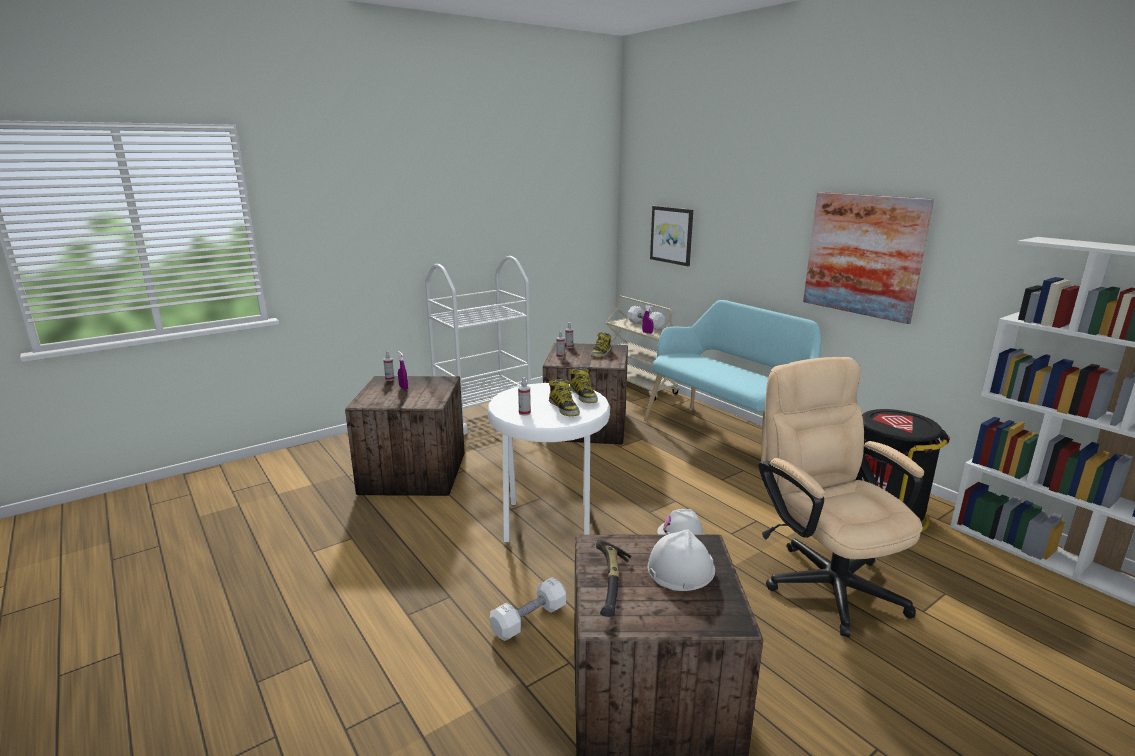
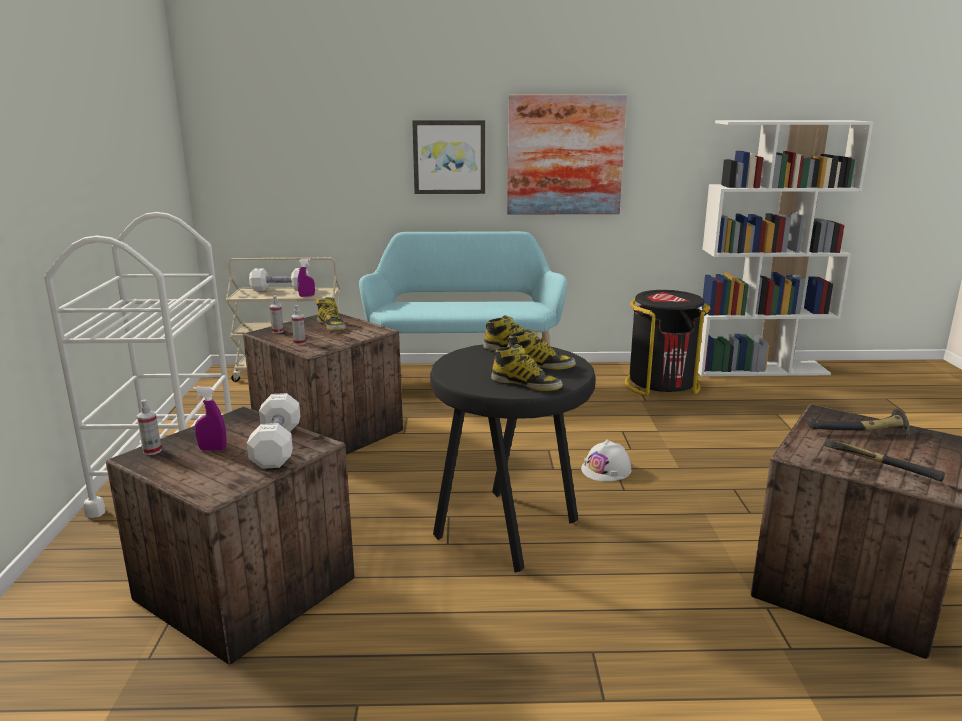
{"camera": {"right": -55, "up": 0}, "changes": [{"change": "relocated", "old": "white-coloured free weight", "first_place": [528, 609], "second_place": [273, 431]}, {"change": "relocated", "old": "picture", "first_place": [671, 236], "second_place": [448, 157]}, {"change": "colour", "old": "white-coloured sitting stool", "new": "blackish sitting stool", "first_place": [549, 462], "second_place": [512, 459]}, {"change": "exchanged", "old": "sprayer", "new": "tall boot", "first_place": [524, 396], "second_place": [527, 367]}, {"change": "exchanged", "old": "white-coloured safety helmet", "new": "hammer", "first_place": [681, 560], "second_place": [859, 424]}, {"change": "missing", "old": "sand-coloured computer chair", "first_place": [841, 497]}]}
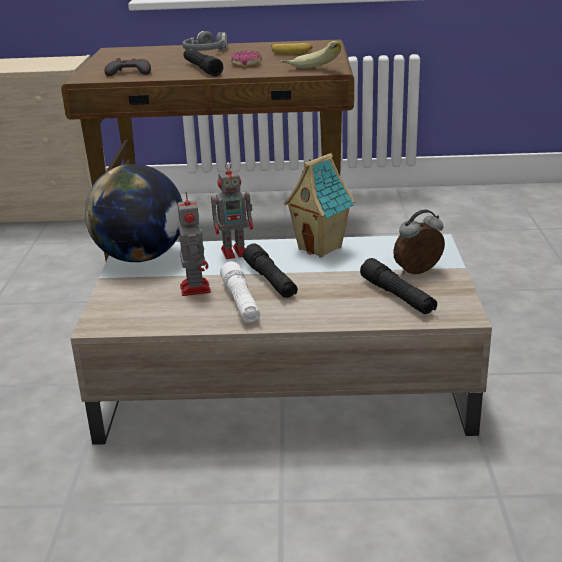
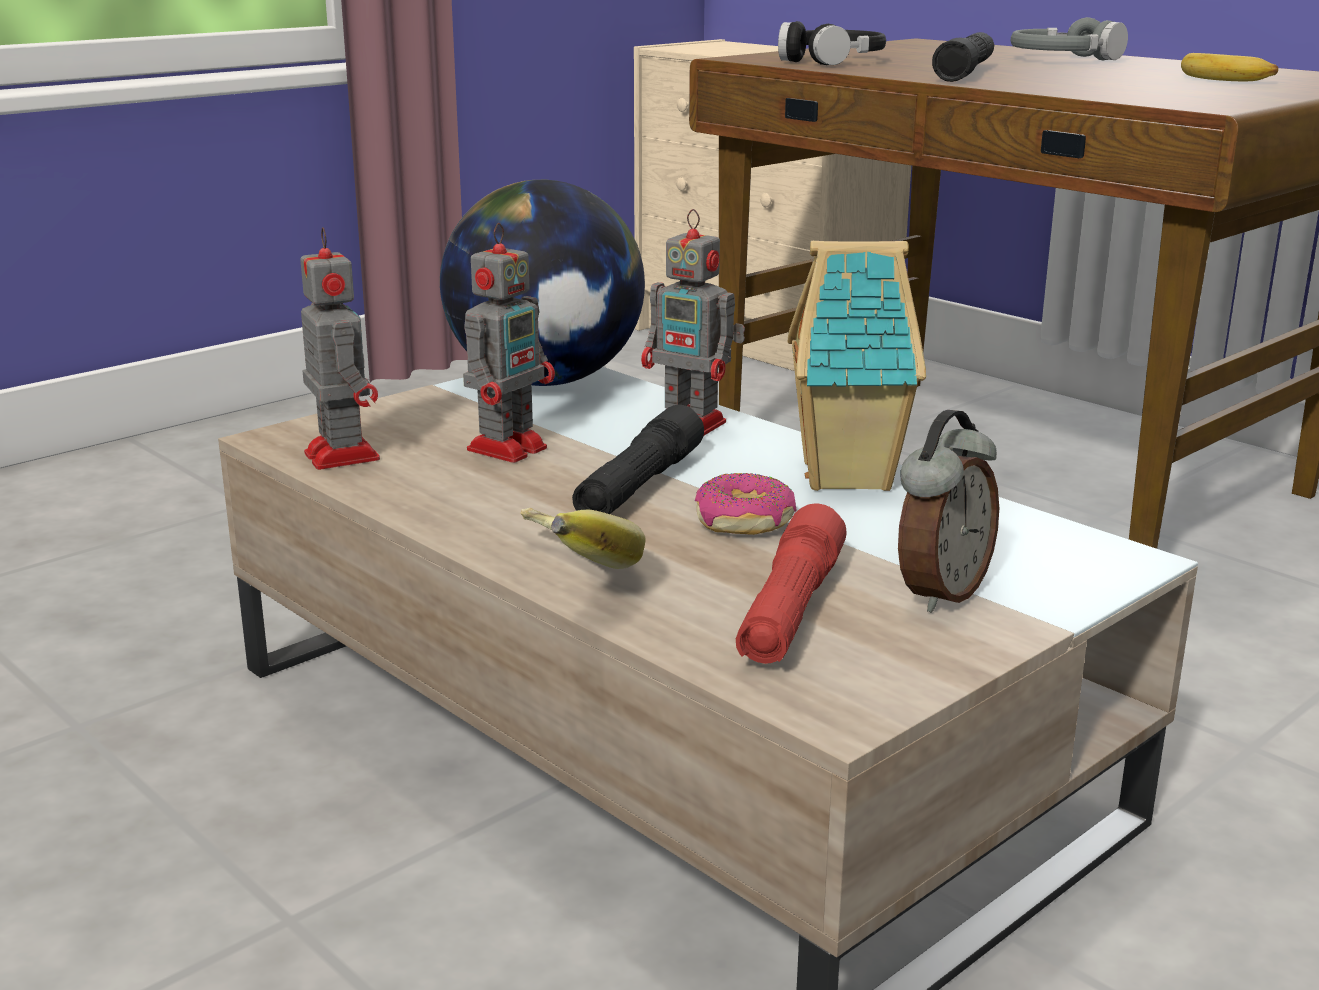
{"camera": {"right": 45, "up": -5}, "changes": [{"change": "appeared", "new": "robot figure", "second_place": [340, 348]}, {"change": "relocated", "old": "banana", "first_place": [311, 54], "second_place": [582, 538]}, {"change": "relocated", "old": "ring doughnut", "first_place": [246, 59], "second_place": [745, 504]}, {"change": "colour", "old": "blackish hand torch", "new": "reddish hand torch", "first_place": [398, 286], "second_place": [791, 584]}, {"change": "exchanged", "old": "greyish gamepad", "new": "blackish headphones", "first_place": [128, 67], "second_place": [832, 43]}, {"change": "spun", "old": "alarm clock", "first_place": [419, 242], "second_place": [948, 511], "degrees": 105}, {"change": "missing", "old": "white-coloured hand torch", "first_place": [240, 292]}]}
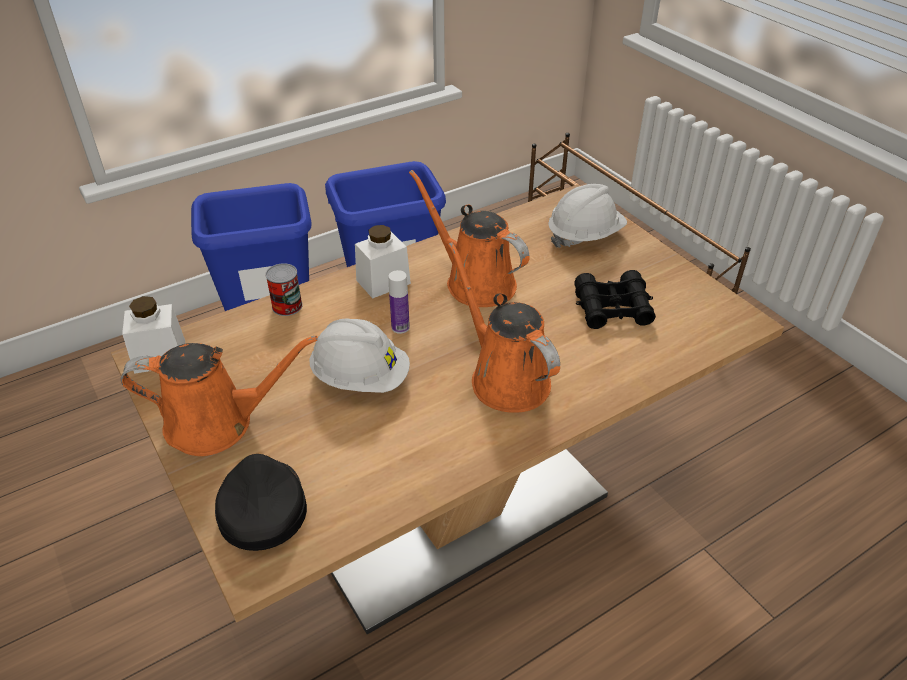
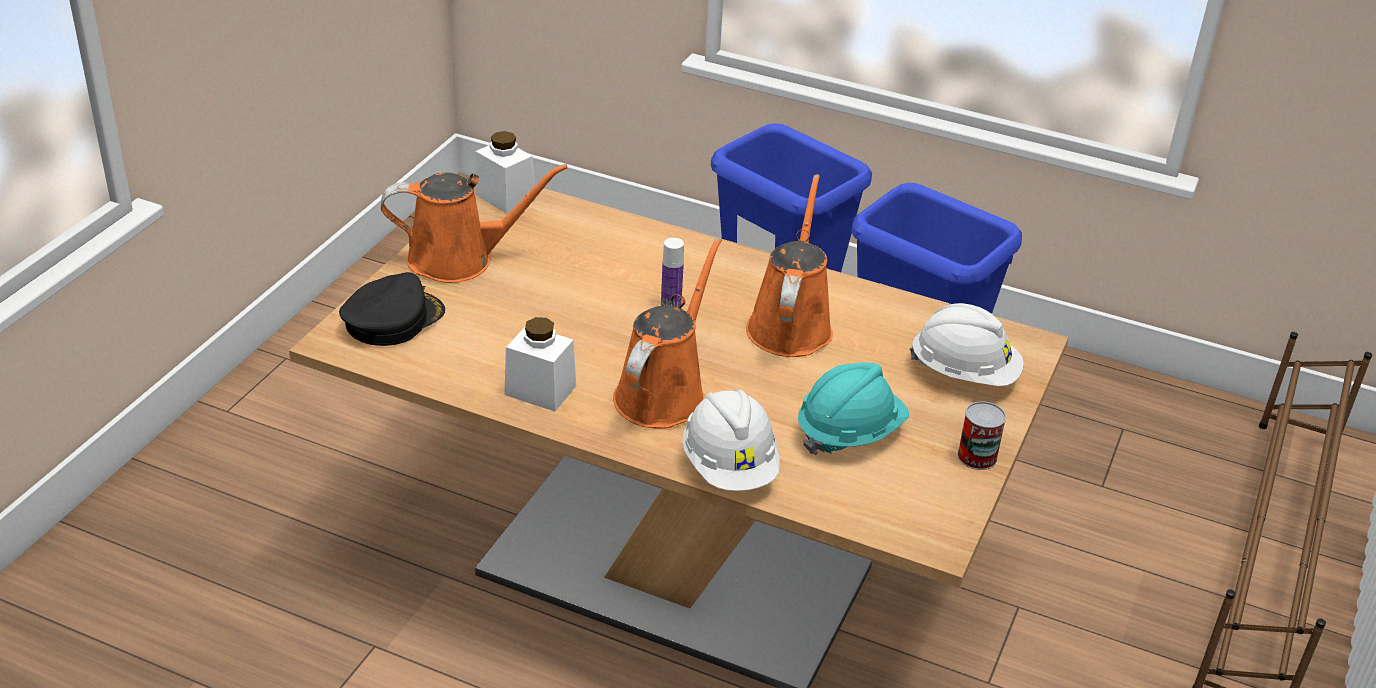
{"camera": {"right": 55, "up": -5}, "changes": [{"change": "spun", "old": "orange-coloured watering can", "first_place": [219, 396], "second_place": [474, 223], "degrees": -60}, {"change": "relocated", "old": "white-coloured jar", "first_place": [383, 262], "second_place": [540, 364]}, {"change": "relocated", "old": "white-coloured safety helmet", "first_place": [360, 356], "second_place": [731, 440]}, {"change": "exchanged", "old": "blackish binoculars", "new": "blue-green safety helmet", "first_place": [615, 299], "second_place": [853, 408]}, {"change": "relocated", "old": "metal can", "first_place": [284, 289], "second_place": [981, 435]}]}
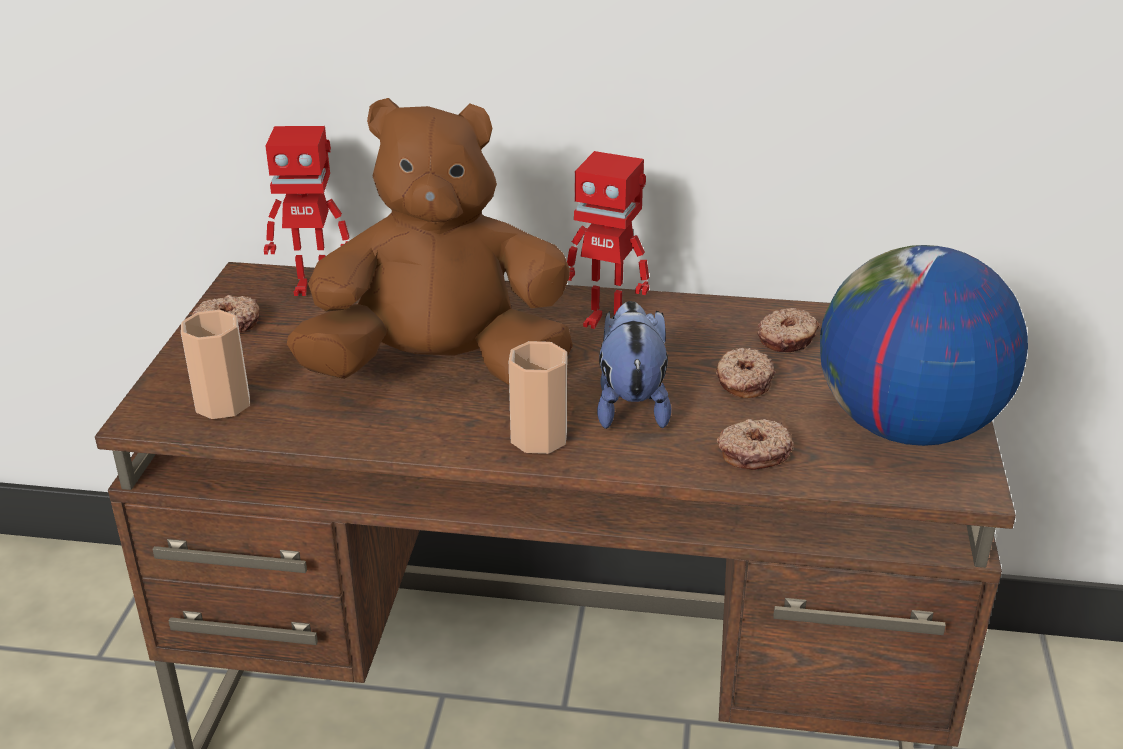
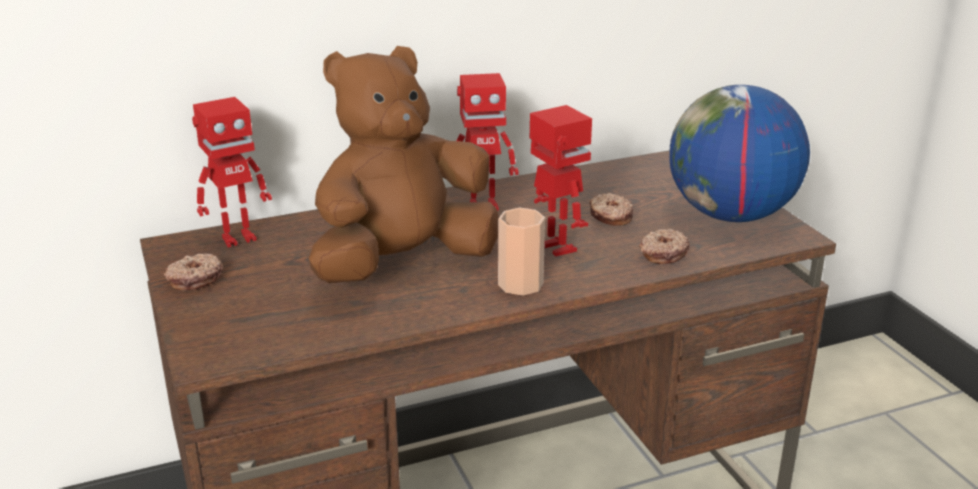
{"camera": {"right": -30, "up": -5}, "changes": [{"change": "exchanged", "old": "soft toy", "new": "robot figure", "first_place": [634, 365], "second_place": [561, 180]}, {"change": "missing", "old": "small cup", "first_place": [215, 364]}, {"change": "missing", "old": "ring doughnut", "first_place": [788, 330]}]}
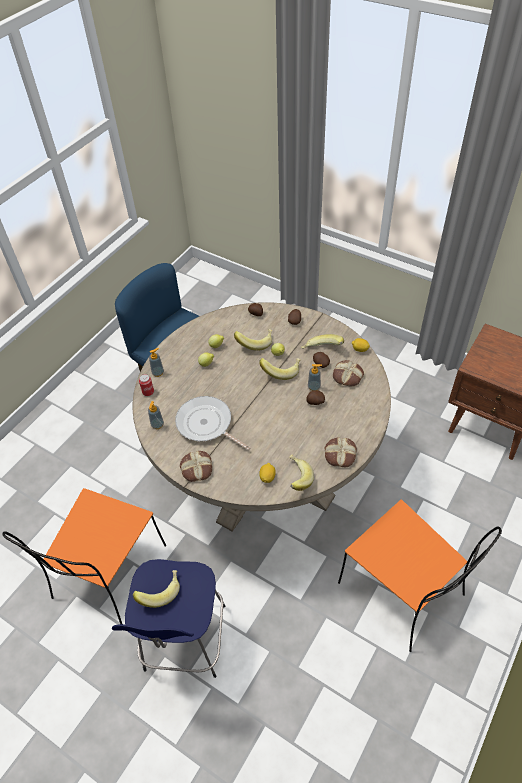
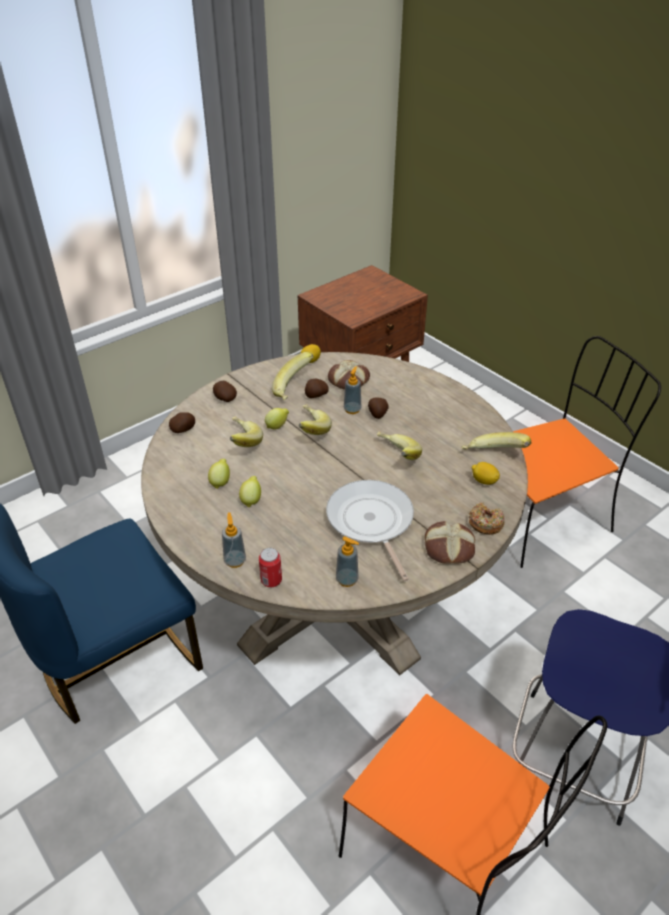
{"camera": {"right": -75, "up": -10}, "changes": [{"change": "spun", "old": "frying pan", "first_place": [212, 423], "second_place": [370, 530], "degrees": 105}, {"change": "relocated", "old": "banana", "first_place": [156, 589], "second_place": [399, 446]}, {"change": "appeared", "new": "ring doughnut", "second_place": [487, 518]}, {"change": "missing", "old": "bread", "first_place": [340, 452]}]}
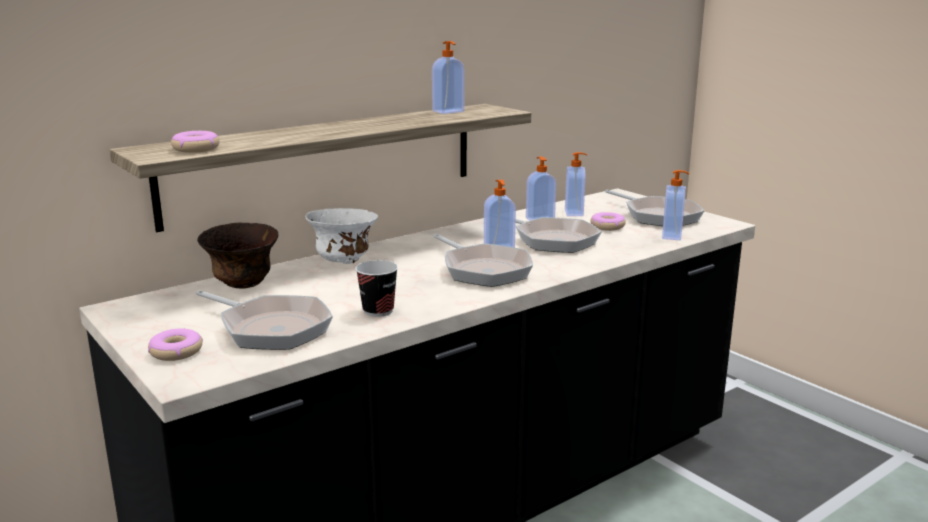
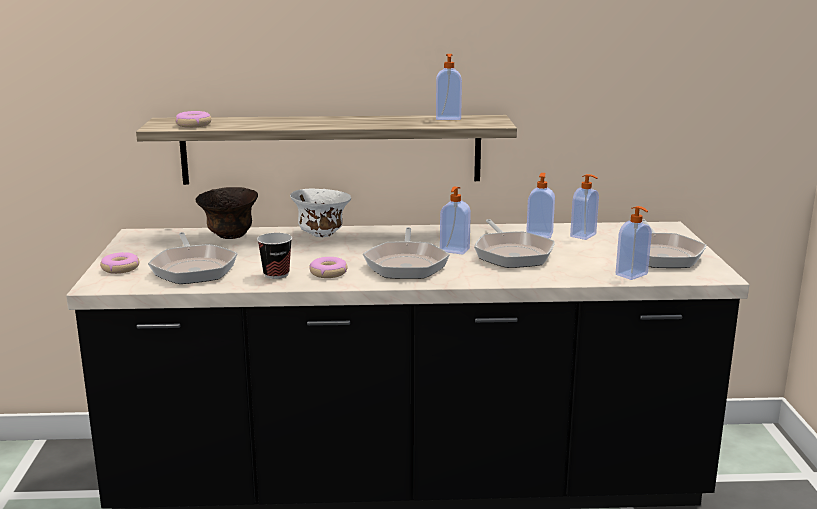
{"camera": {"right": 35, "up": 0}, "changes": [{"change": "relocated", "old": "ring doughnut", "first_place": [608, 221], "second_place": [328, 267]}]}
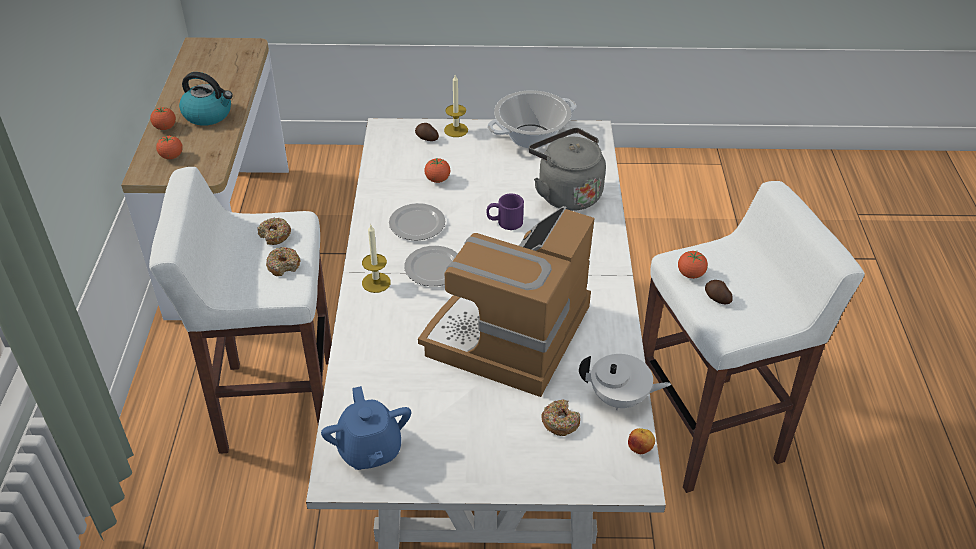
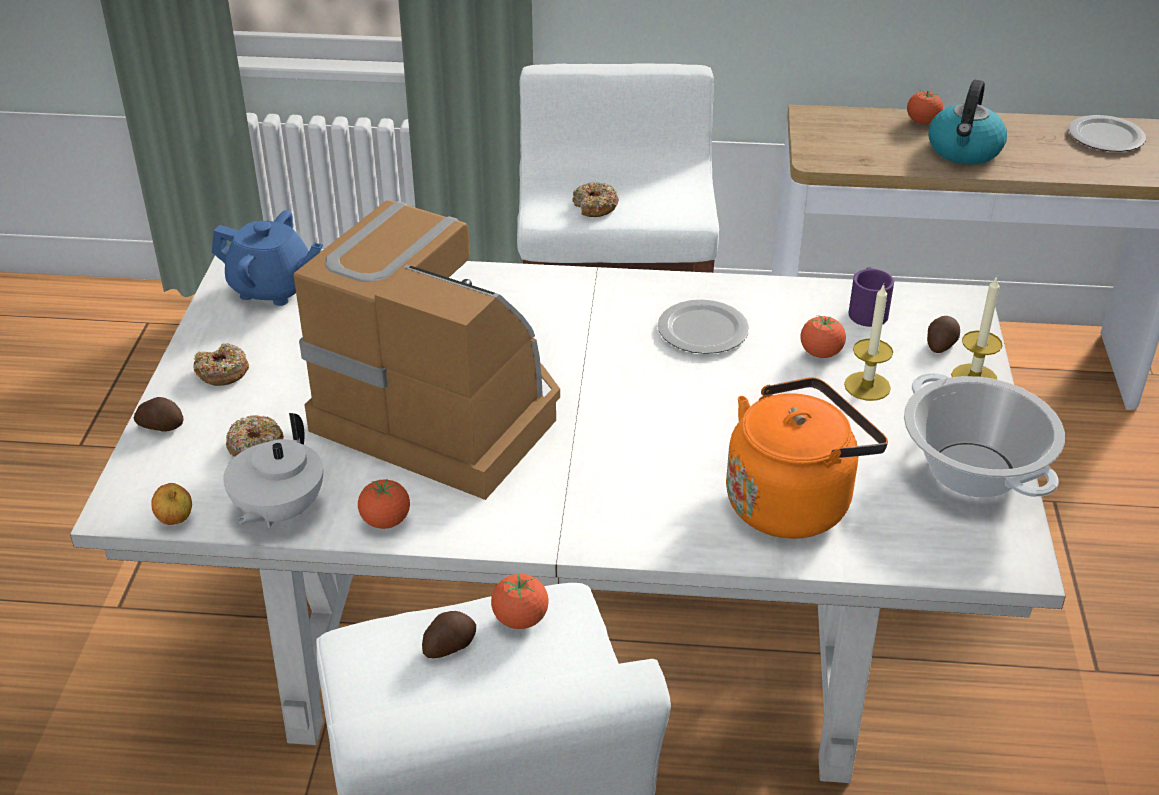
{"camera": {"right": 95, "up": -5}, "changes": [{"change": "appeared", "new": "spud", "second_place": [158, 414]}, {"change": "relocated", "old": "ring doughnut", "first_place": [274, 231], "second_place": [221, 364]}, {"change": "spun", "old": "blue tea pot", "first_place": [366, 428], "second_place": [267, 258], "degrees": -150}, {"change": "relocated", "old": "fresh tomato", "first_place": [169, 147], "second_place": [384, 504]}, {"change": "colour", "old": "greyish water kettle", "new": "orange-coloured water kettle", "first_place": [567, 169], "second_place": [807, 458]}, {"change": "relocated", "old": "wax candle", "first_place": [376, 259], "second_place": [868, 342]}, {"change": "relocated", "old": "purple-coloured coffee mug", "first_place": [505, 212], "second_place": [871, 297]}, {"change": "relocated", "old": "flat dish", "first_place": [431, 266], "second_place": [1107, 133]}]}
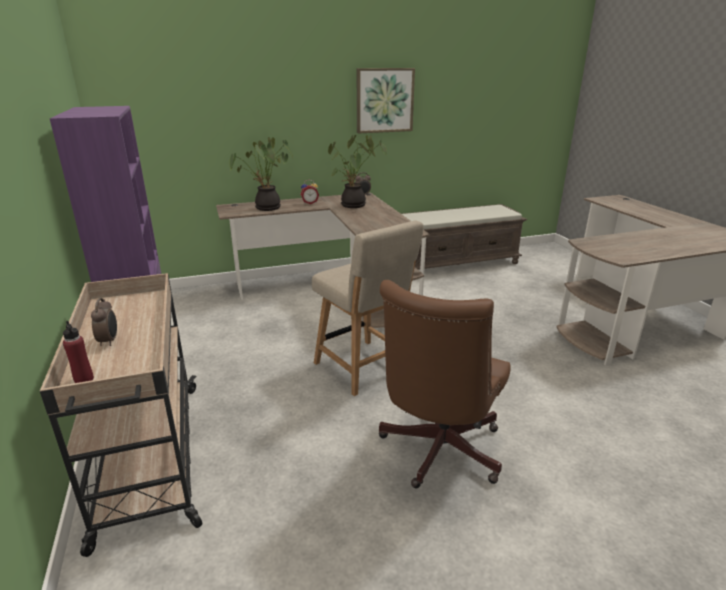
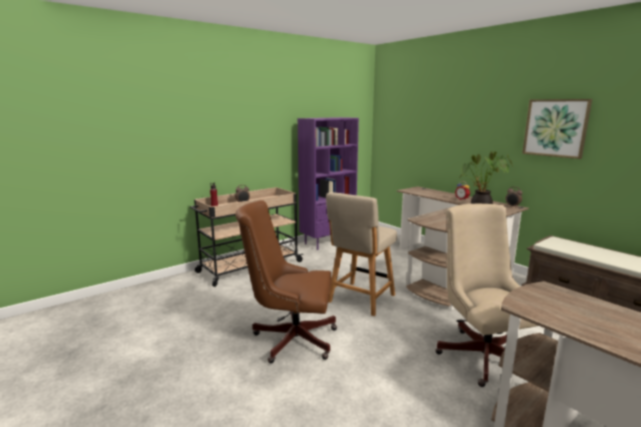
{"camera": {"right": 70, "up": -10}, "changes": [{"change": "appeared", "new": "sand-coloured computer chair", "second_place": [486, 295]}, {"change": "missing", "old": "plant in a pot", "first_place": [261, 174]}]}
